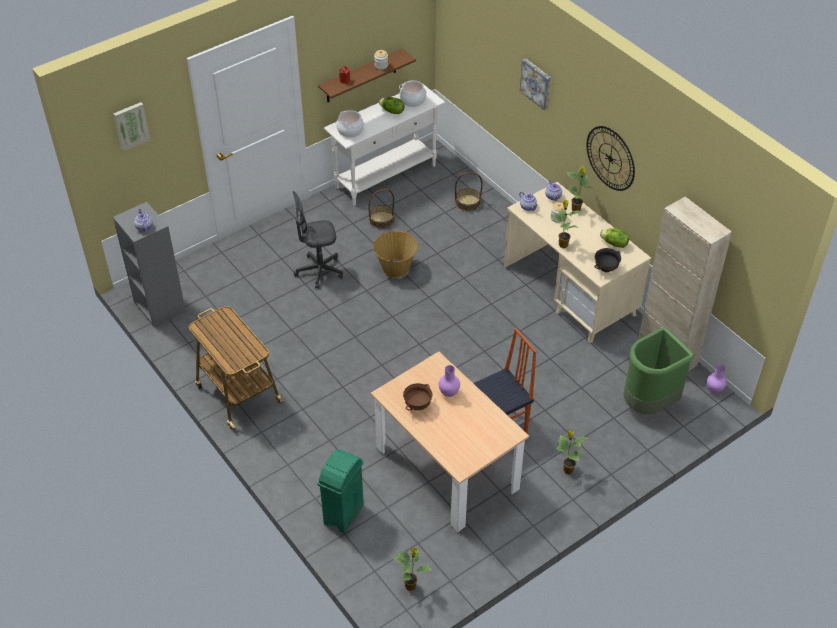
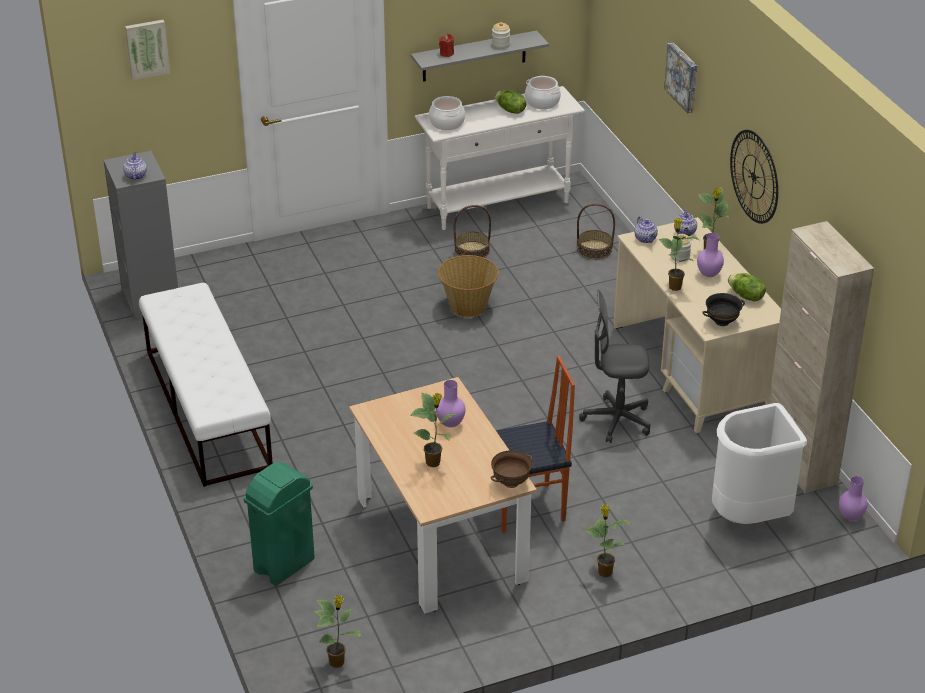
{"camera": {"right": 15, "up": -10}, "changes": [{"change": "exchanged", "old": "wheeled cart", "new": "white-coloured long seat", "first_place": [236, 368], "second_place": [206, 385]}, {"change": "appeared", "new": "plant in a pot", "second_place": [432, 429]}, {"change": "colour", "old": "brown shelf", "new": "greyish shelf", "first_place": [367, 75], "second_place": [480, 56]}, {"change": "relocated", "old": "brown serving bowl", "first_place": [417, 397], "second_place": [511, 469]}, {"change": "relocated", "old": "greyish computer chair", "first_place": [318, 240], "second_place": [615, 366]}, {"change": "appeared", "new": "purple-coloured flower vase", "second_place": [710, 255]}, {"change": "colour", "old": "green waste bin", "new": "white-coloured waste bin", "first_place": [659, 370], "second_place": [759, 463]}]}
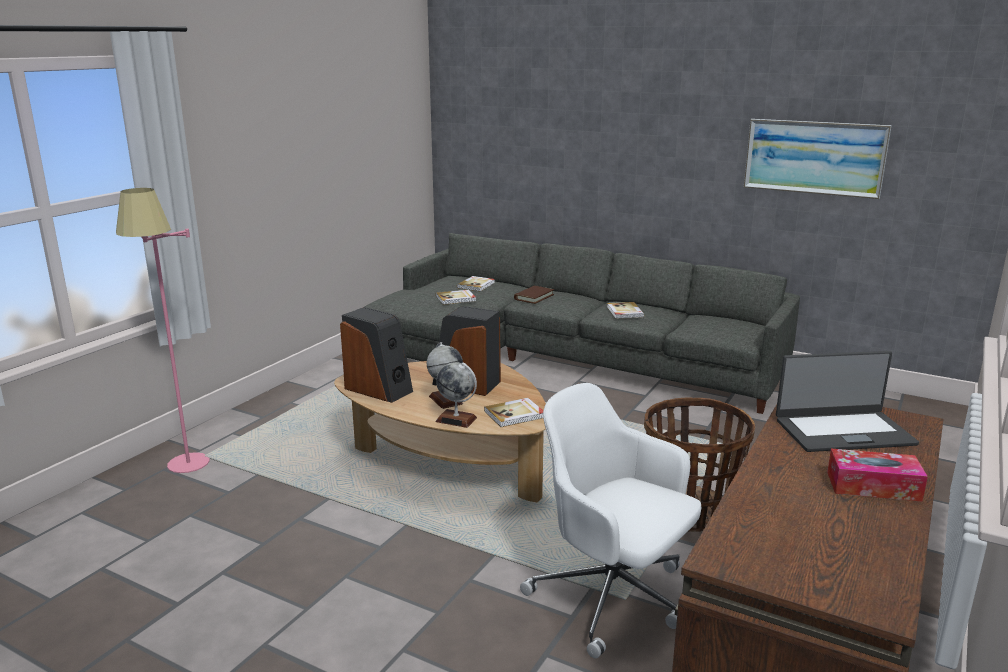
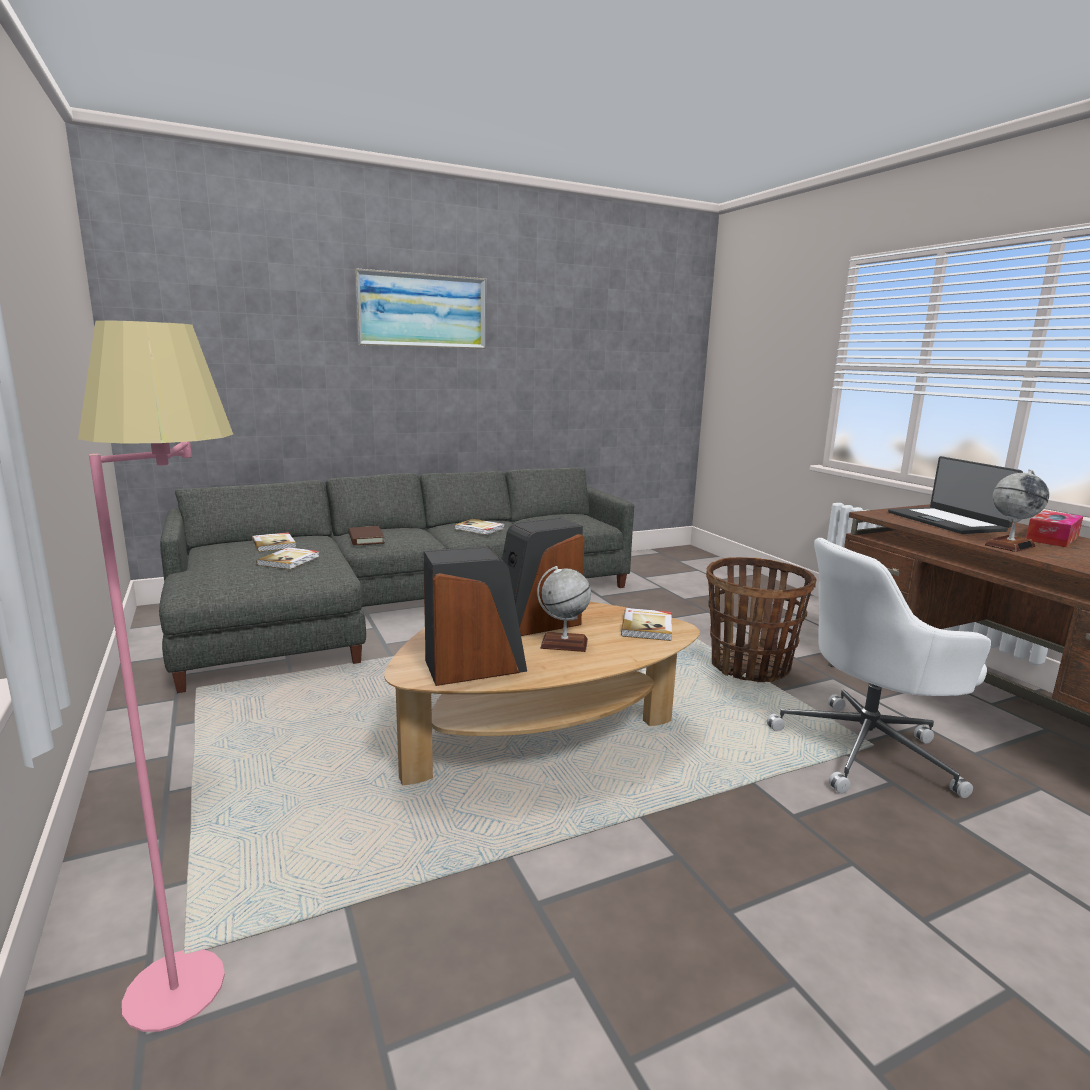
{"camera": {"right": -55, "up": -5}, "changes": [{"change": "relocated", "old": "picture", "first_place": [817, 159], "second_place": [420, 308]}, {"change": "spun", "old": "laptop", "first_place": [847, 401], "second_place": [955, 495], "degrees": 135}, {"change": "relocated", "old": "world globe", "first_place": [456, 395], "second_place": [1017, 511]}]}
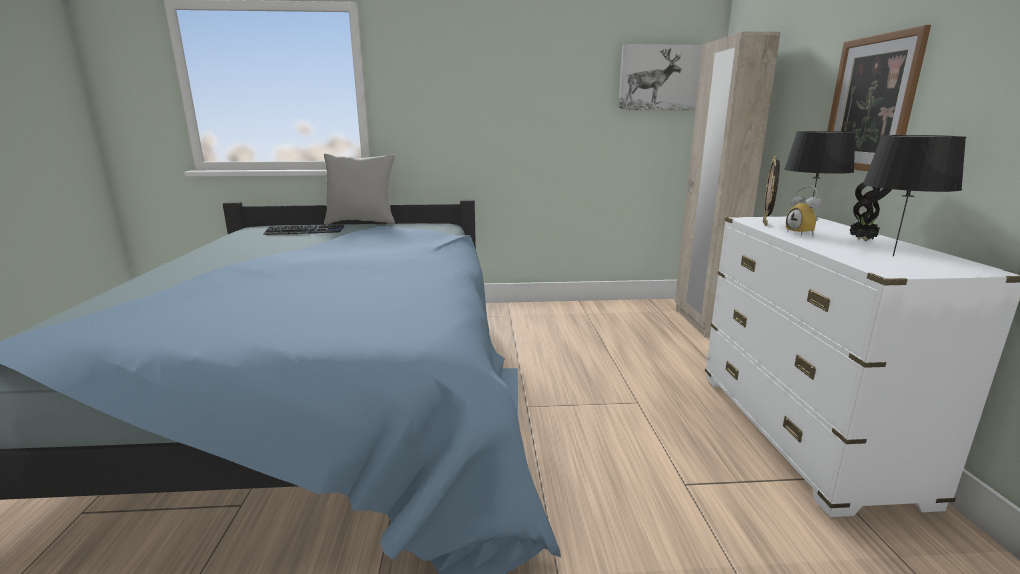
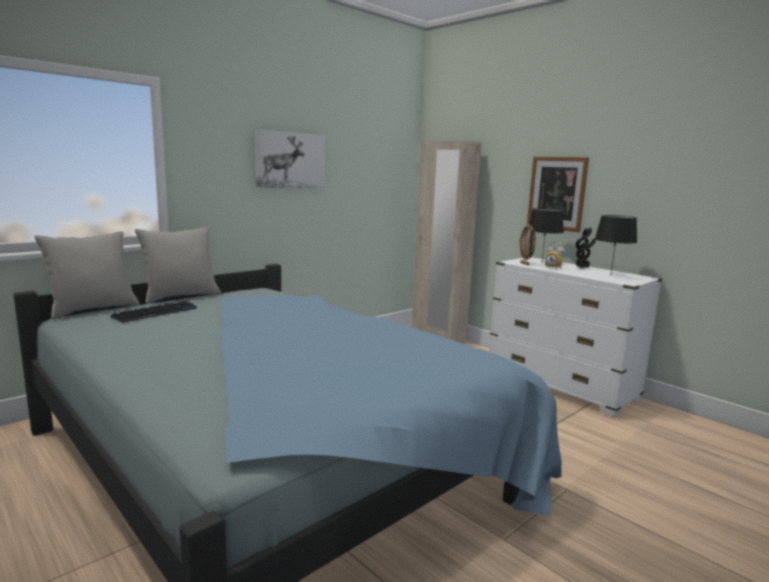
{"camera": {"right": -40, "up": -5}, "changes": [{"change": "appeared", "new": "greyish pillow", "second_place": [87, 275]}, {"change": "relocated", "old": "picture", "first_place": [660, 77], "second_place": [290, 158]}]}
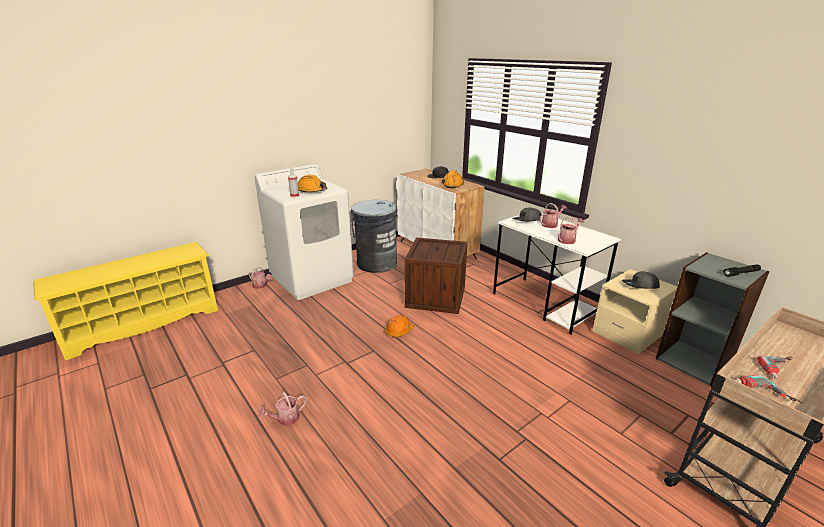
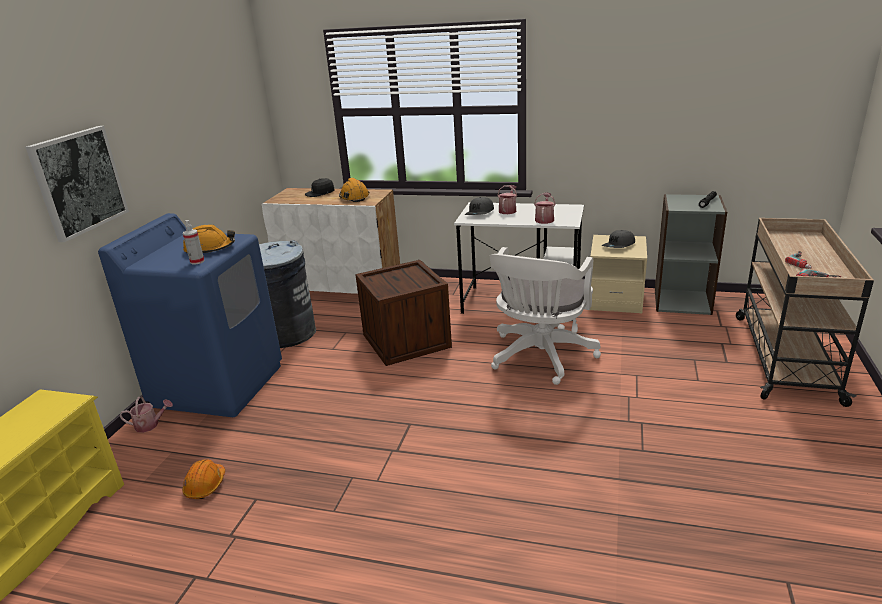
{"camera": {"right": -35, "up": 0}, "changes": [{"change": "appeared", "new": "picture", "second_place": [77, 184]}, {"change": "colour", "old": "white-coloured laundry appliance", "new": "blue laundry appliance", "first_place": [304, 232], "second_place": [190, 315]}, {"change": "relocated", "old": "orange-coloured safety helmet", "first_place": [399, 326], "second_place": [203, 479]}, {"change": "appeared", "new": "white-coloured computer chair", "second_place": [545, 316]}, {"change": "missing", "old": "watering can", "first_place": [282, 409]}]}
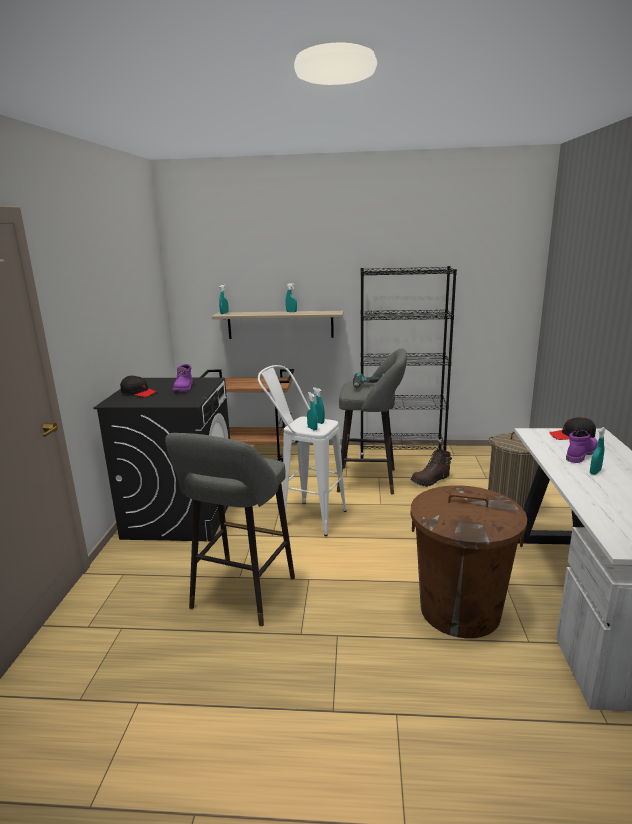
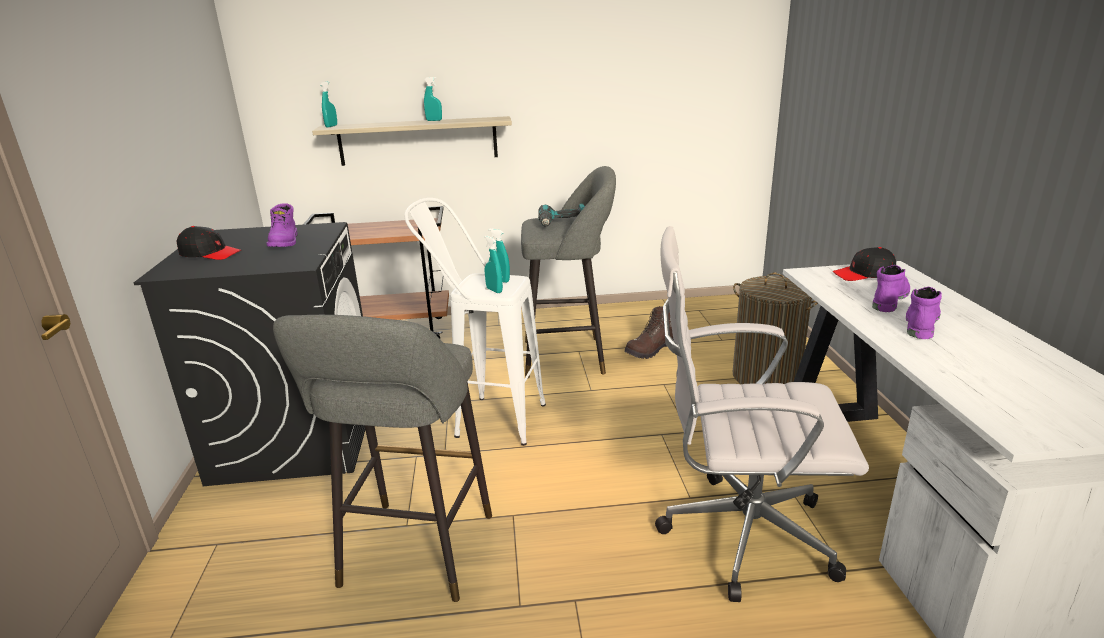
{"camera": {"right": -10, "up": 5}, "changes": [{"change": "exchanged", "old": "brown waste bin", "new": "white-coloured computer chair", "first_place": [468, 561], "second_place": [762, 414]}, {"change": "exchanged", "old": "blue-green sprayer", "new": "purple-coloured tall boot", "first_place": [597, 451], "second_place": [924, 313]}, {"change": "missing", "old": "blackish shelving unit", "first_place": [408, 362]}]}
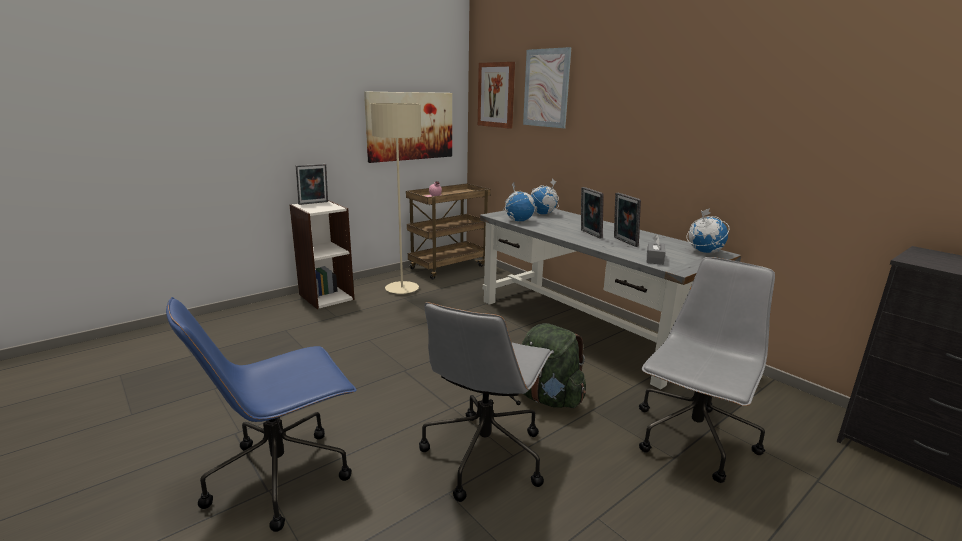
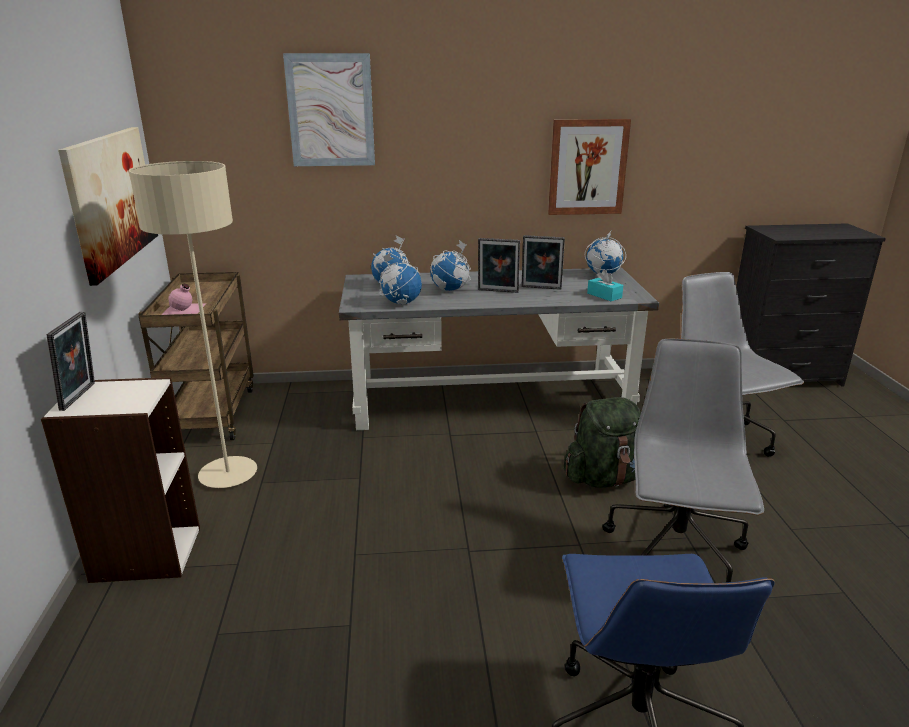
{"camera": {"right": -55, "up": 5}, "changes": [{"change": "appeared", "new": "world globe", "second_place": [450, 265]}, {"change": "relocated", "old": "picture", "first_place": [496, 95], "second_place": [589, 167]}, {"change": "colour", "old": "greyish box of tissues", "new": "blue-green box of tissues", "first_place": [656, 250], "second_place": [605, 285]}, {"change": "spun", "old": "greyish computer chair", "first_place": [485, 402], "second_place": [683, 460], "degrees": -135}]}
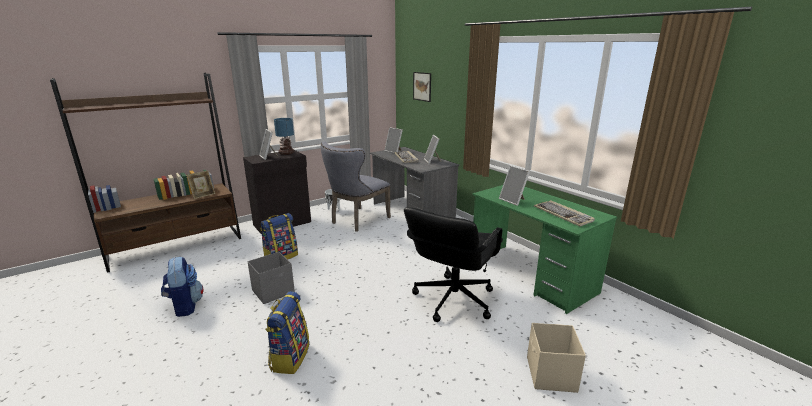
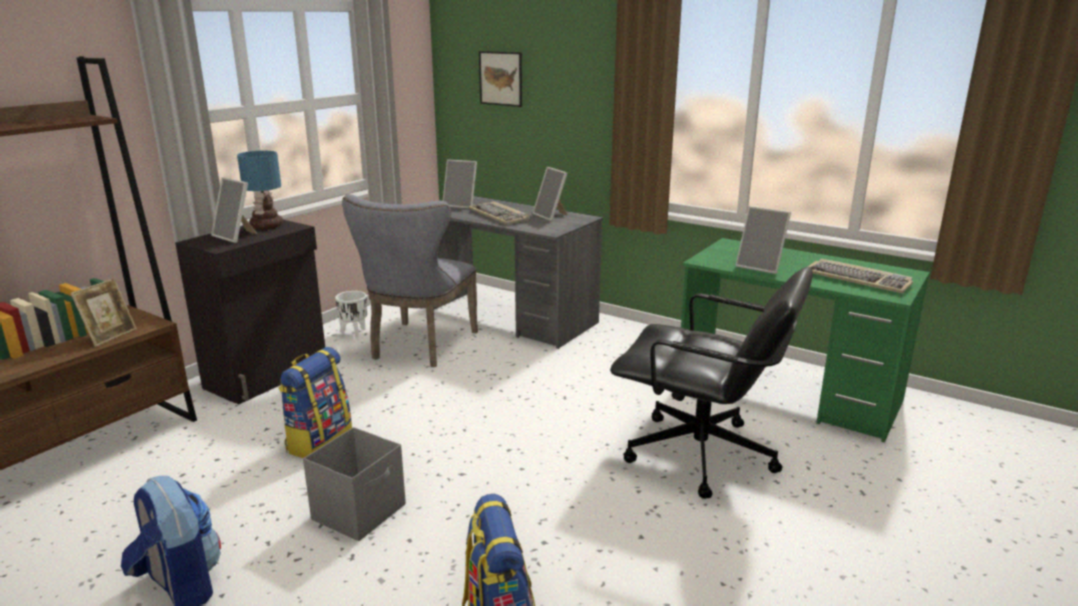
{"camera": {"right": -20, "up": 0}, "changes": [{"change": "spun", "old": "blackish computer chair", "first_place": [453, 264], "second_place": [711, 383], "degrees": -75}, {"change": "missing", "old": "sand-coloured storage container", "first_place": [556, 358]}]}
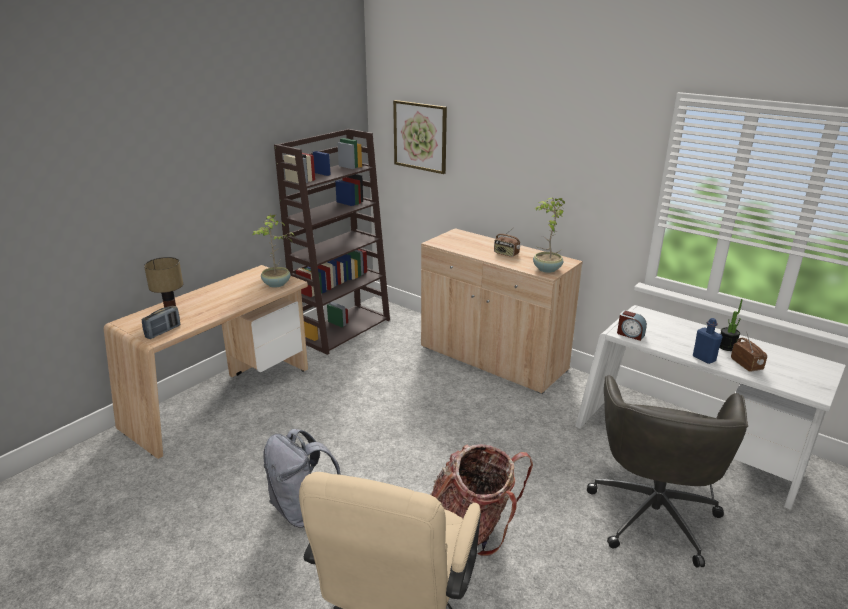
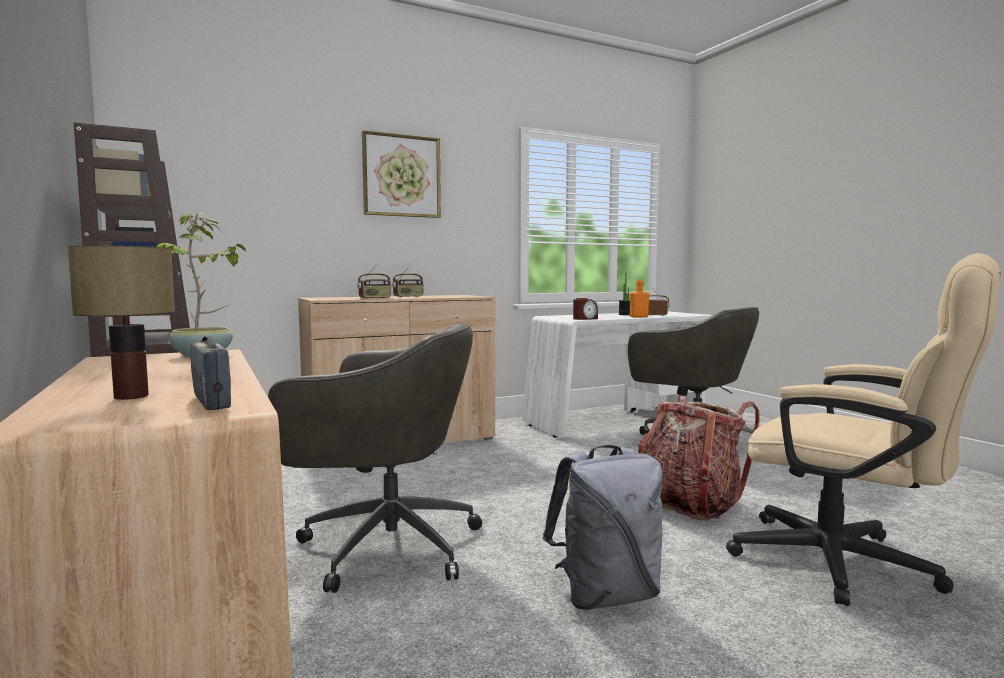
{"camera": {"right": -65, "up": -20}, "changes": [{"change": "appeared", "new": "greyish computer chair", "second_place": [375, 458]}, {"change": "appeared", "new": "radio set", "second_place": [374, 281]}, {"change": "relocated", "old": "picture", "first_place": [420, 137], "second_place": [401, 174]}, {"change": "colour", "old": "blue bottle", "new": "orange-coloured bottle", "first_place": [708, 341], "second_place": [640, 298]}, {"change": "missing", "old": "plant in a pot", "first_place": [549, 235]}]}
